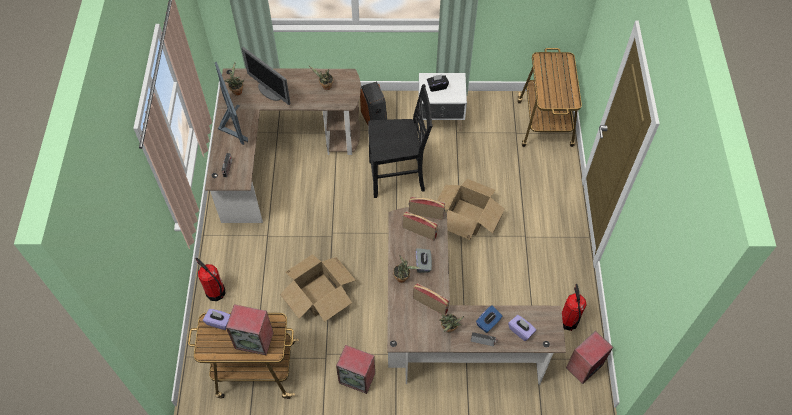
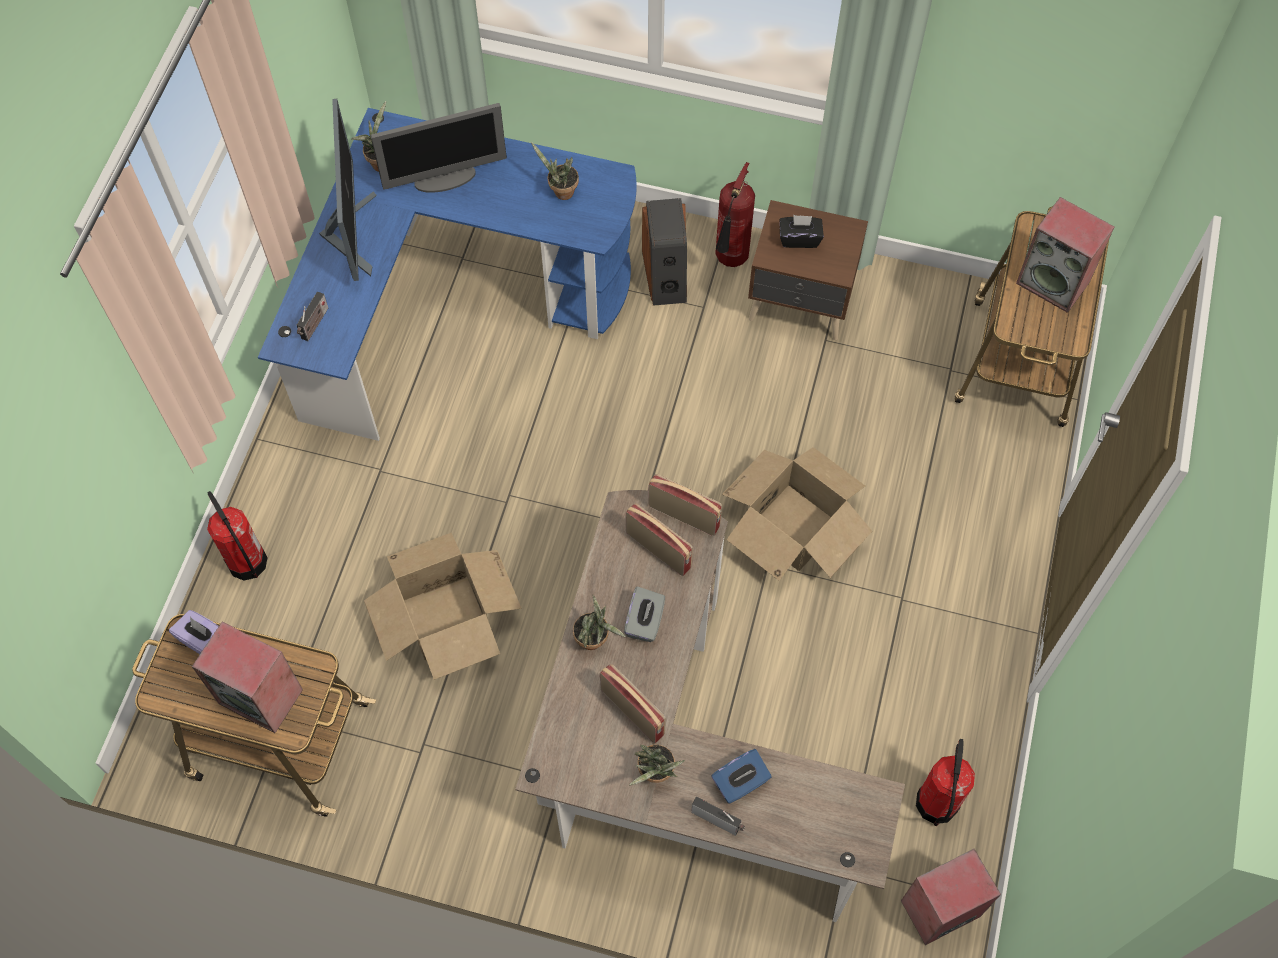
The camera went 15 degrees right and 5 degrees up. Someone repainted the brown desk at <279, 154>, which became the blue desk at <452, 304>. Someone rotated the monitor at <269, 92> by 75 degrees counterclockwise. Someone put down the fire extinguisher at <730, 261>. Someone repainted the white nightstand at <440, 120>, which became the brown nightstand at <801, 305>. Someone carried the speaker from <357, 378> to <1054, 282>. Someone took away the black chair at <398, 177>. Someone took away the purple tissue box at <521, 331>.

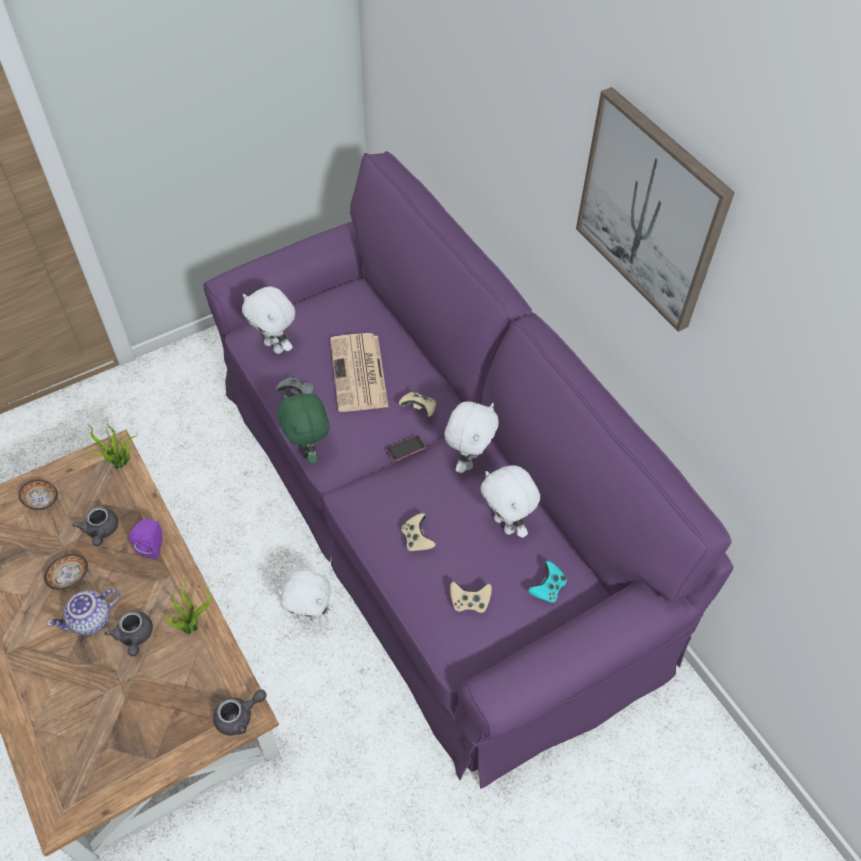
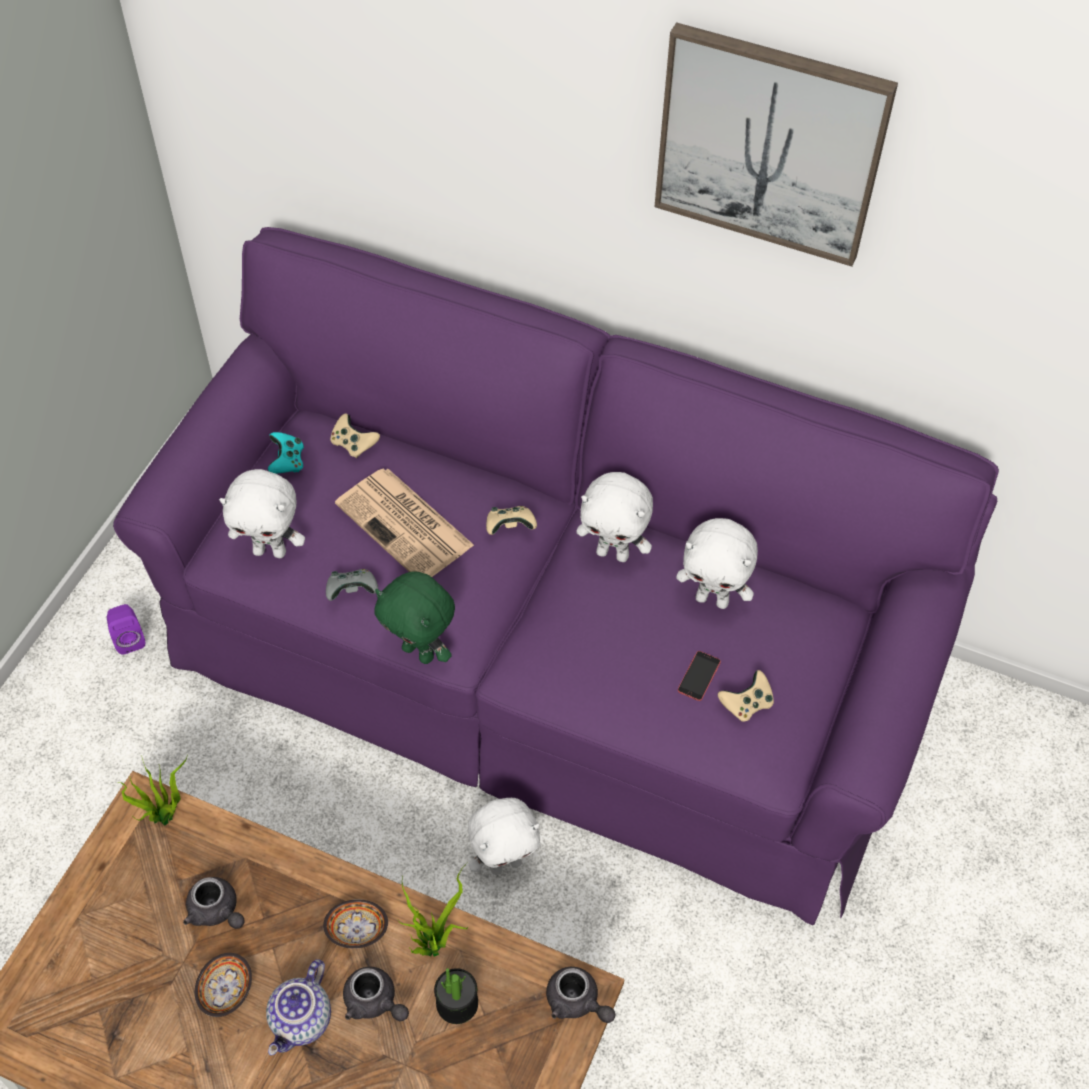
The camera went 35 degrees left and 0 degrees up. Someone carried the purple speaker from <153, 546> to <129, 639>. Someone carried the turquoise game controller from <547, 588> to <287, 462>. Someone carried the bowl from <41, 500> to <357, 930>. Someone carried the beige game controller from <417, 539> to <353, 444>. Someone put down the potted plant at <457, 1003>. Someone rotated the grey teapot at <239, 716> by 105 degrees clockwise. Someone rotated the white plush toy at <468, 460> by 120 degrees clockwise. Someone carried the phone from <406, 448> to <699, 676>.

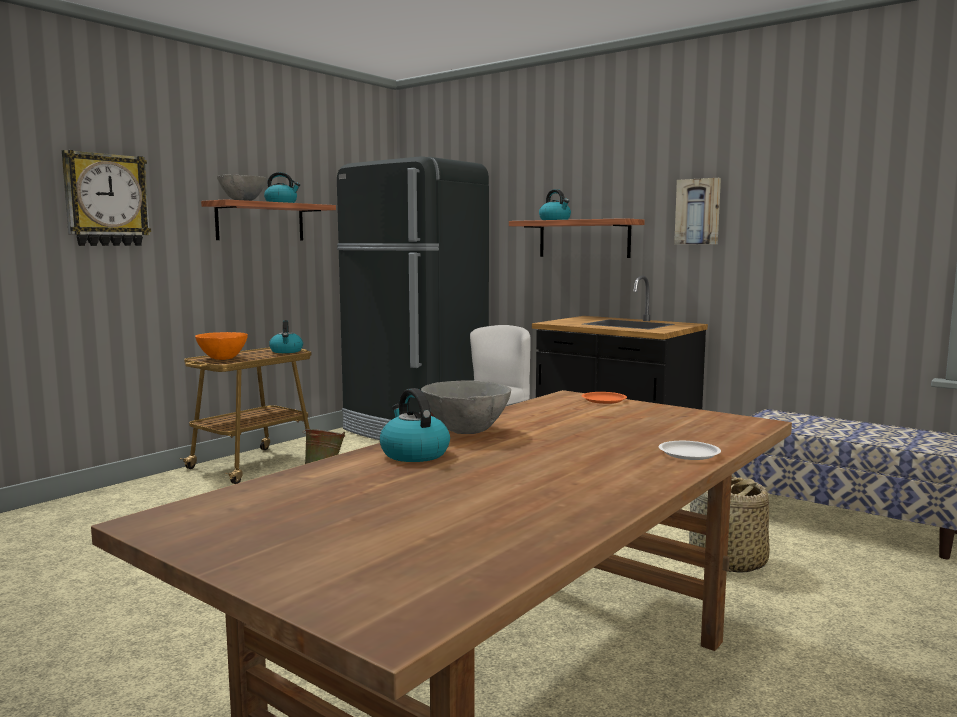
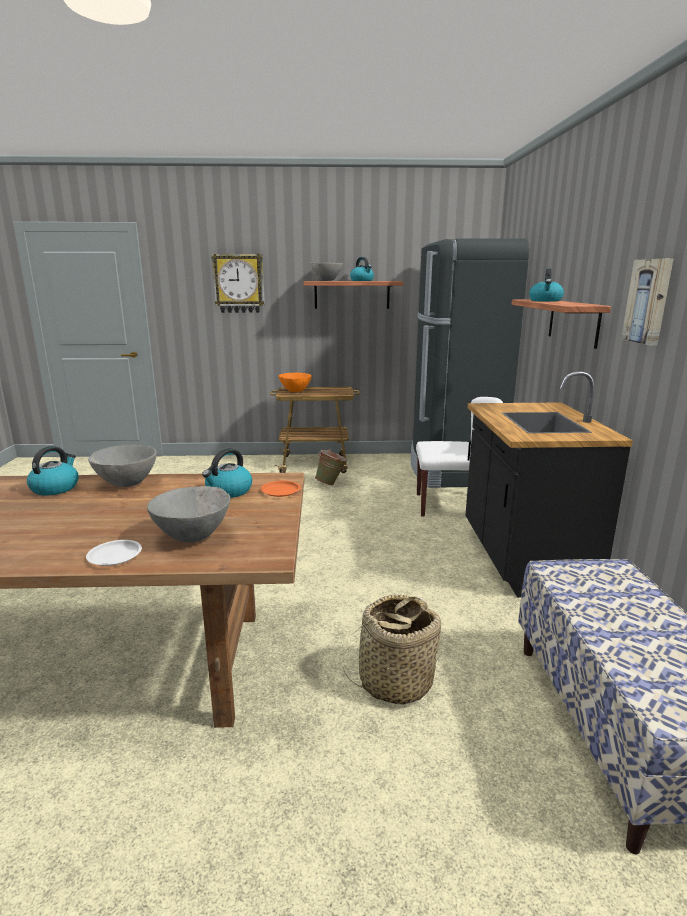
The camera went 50 degrees right and 10 degrees up. Someone put down the grey bowl at <193, 537>. Someone carried the kettle from <286, 351> to <228, 491>.

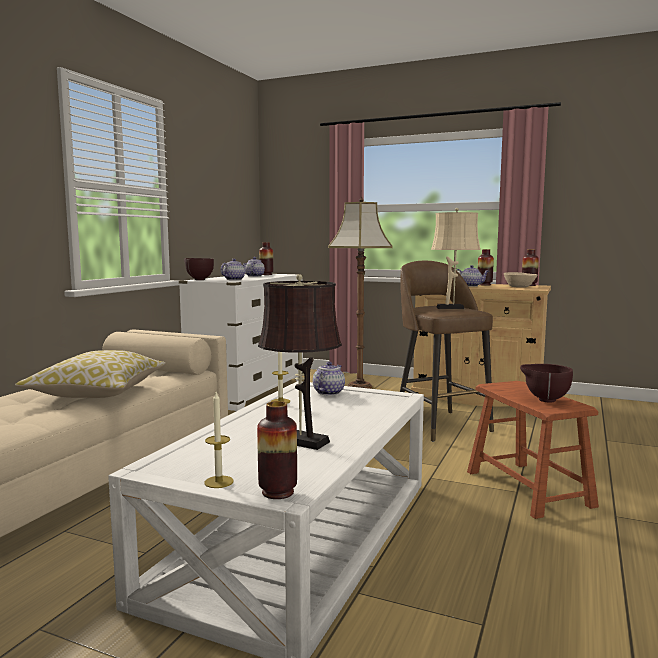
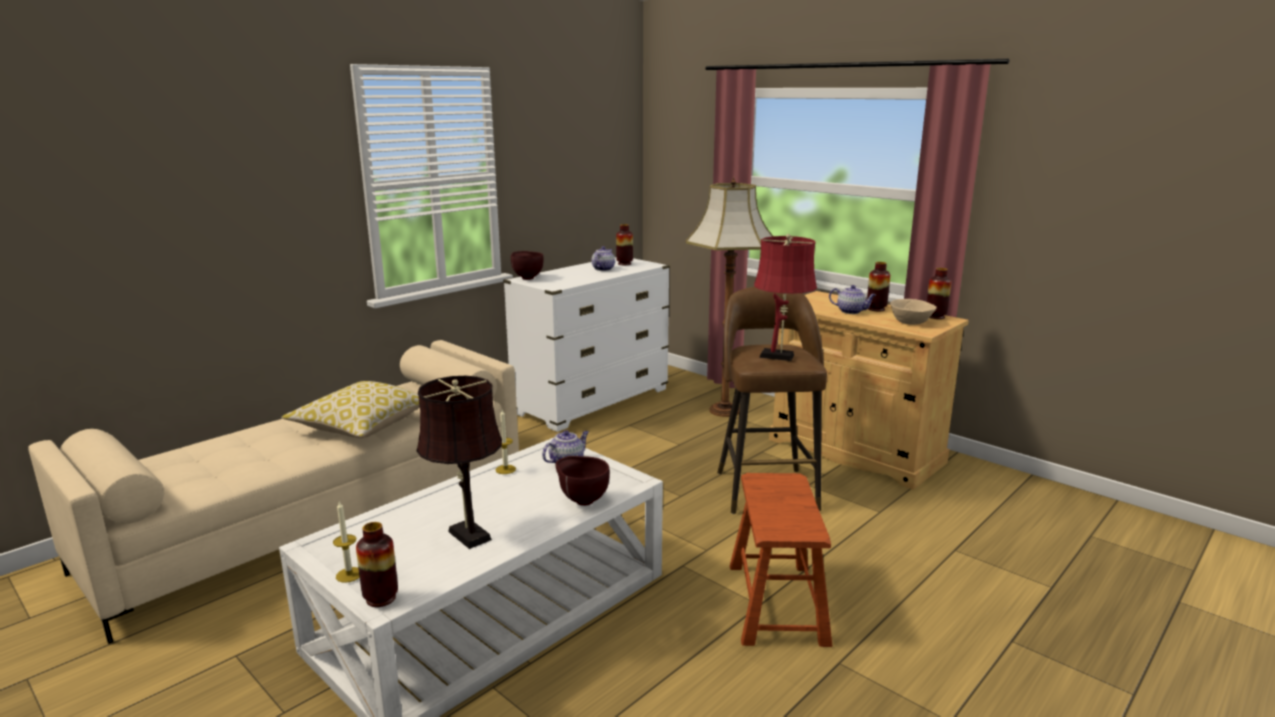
The camera went 20 degrees right and 10 degrees up. Someone carried the brown bowl from <544, 400> to <582, 500>. Someone repainted the beige table lamp at <453, 308>, which became the red table lamp at <780, 357>. Someone took away the teapot at <234, 279>.

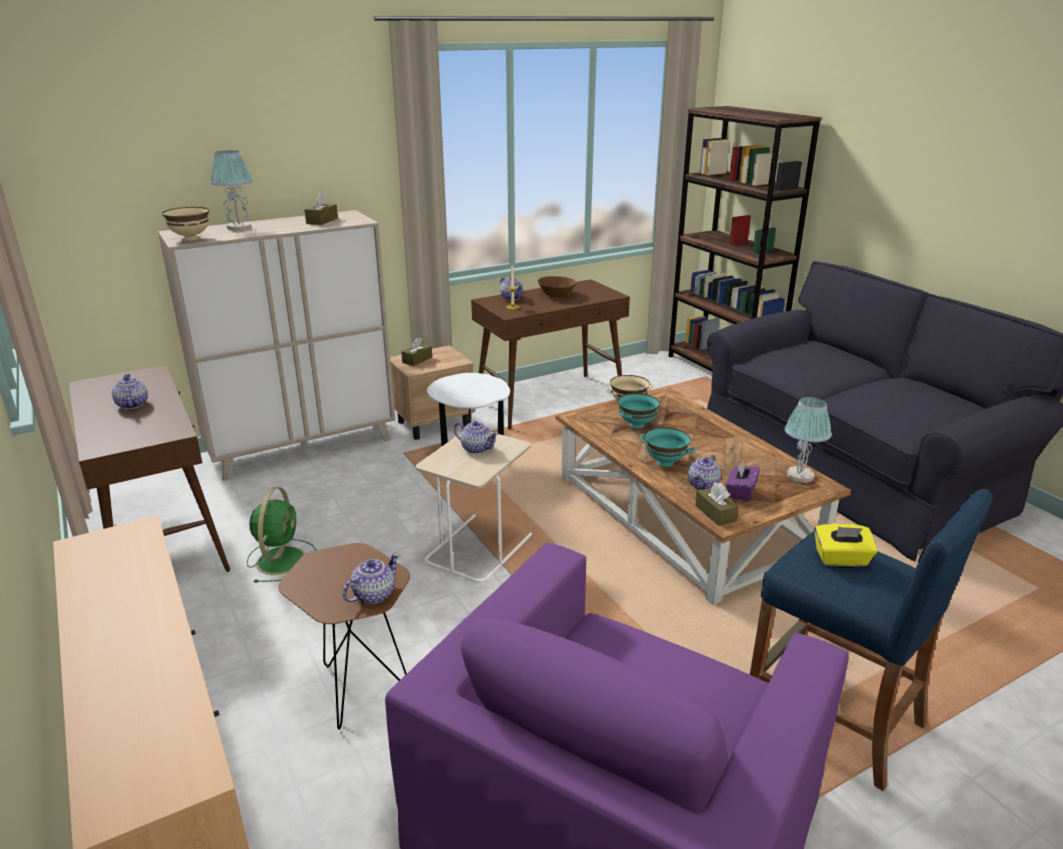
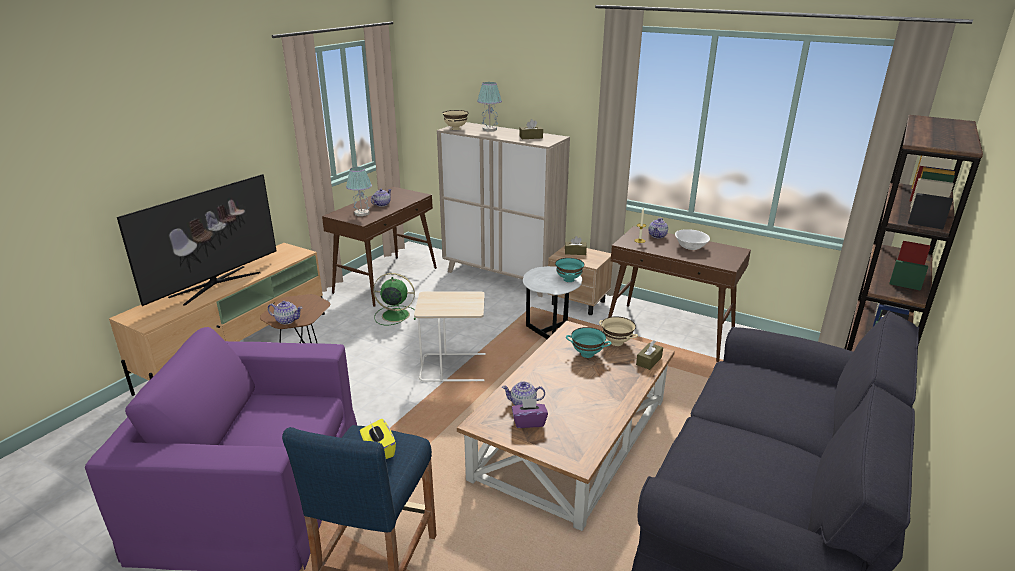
The camera went 60 degrees right and 0 degrees up. Someone put down the television at <215, 284>. Someone carried the table lamp from <800, 476> to <361, 213>. Someone rotated the green fan at <281, 559> by 150 degrees counterclockwise. Someone carried the turquoise bowl from <664, 462> to <568, 279>. Someone carried the brown tissue box from <715, 513> to <649, 361>. Someone repainted the brown bowl at <556, 295>, which became the white bowl at <690, 247>. Someone took away the teapot at <476, 448>.

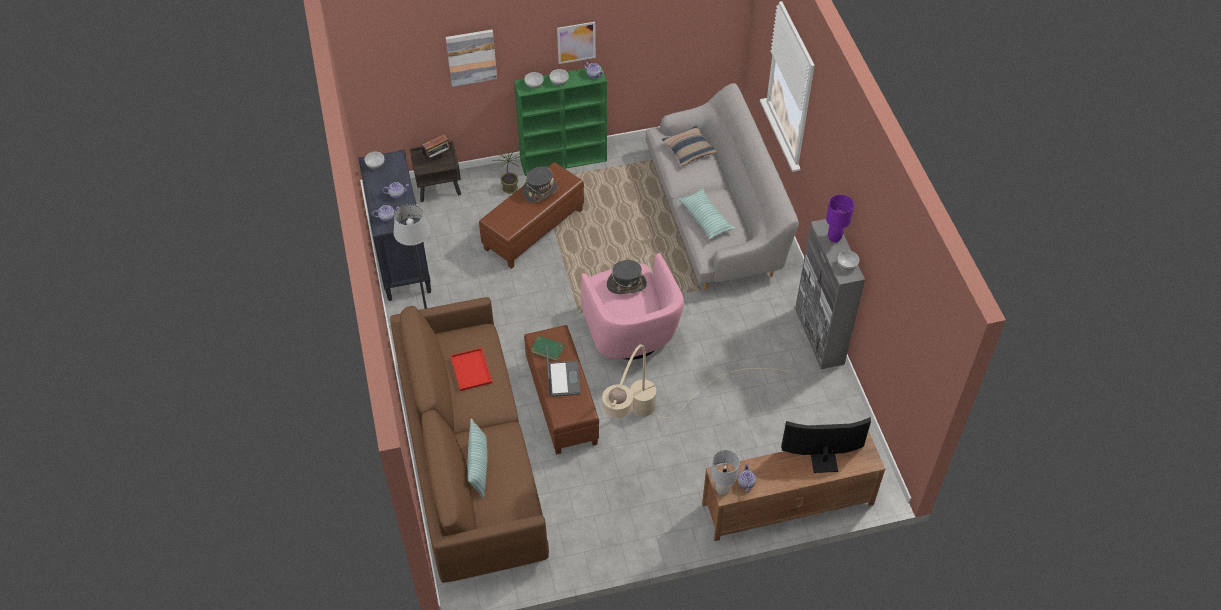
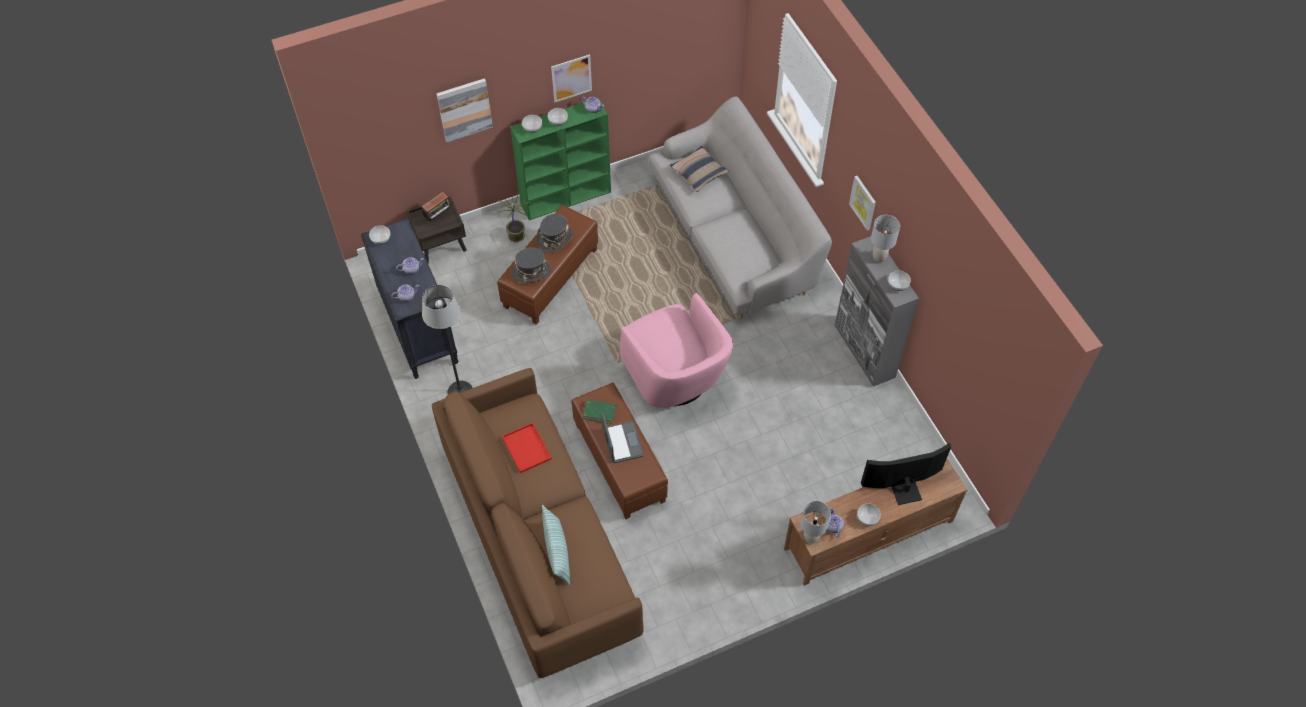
The camera went 10 degrees left and 5 degrees up. Someone carried the grey hat from <626, 284> to <531, 272>. Someone put up the picture at <863, 202>. Someone put down the bowl at <868, 518>. Someone repainted the purple table lamp at <834, 237>, which became the grey table lamp at <879, 257>. Someone took away the beige floor lamp at <649, 434>. Someone took away the pillow at <705, 218>.

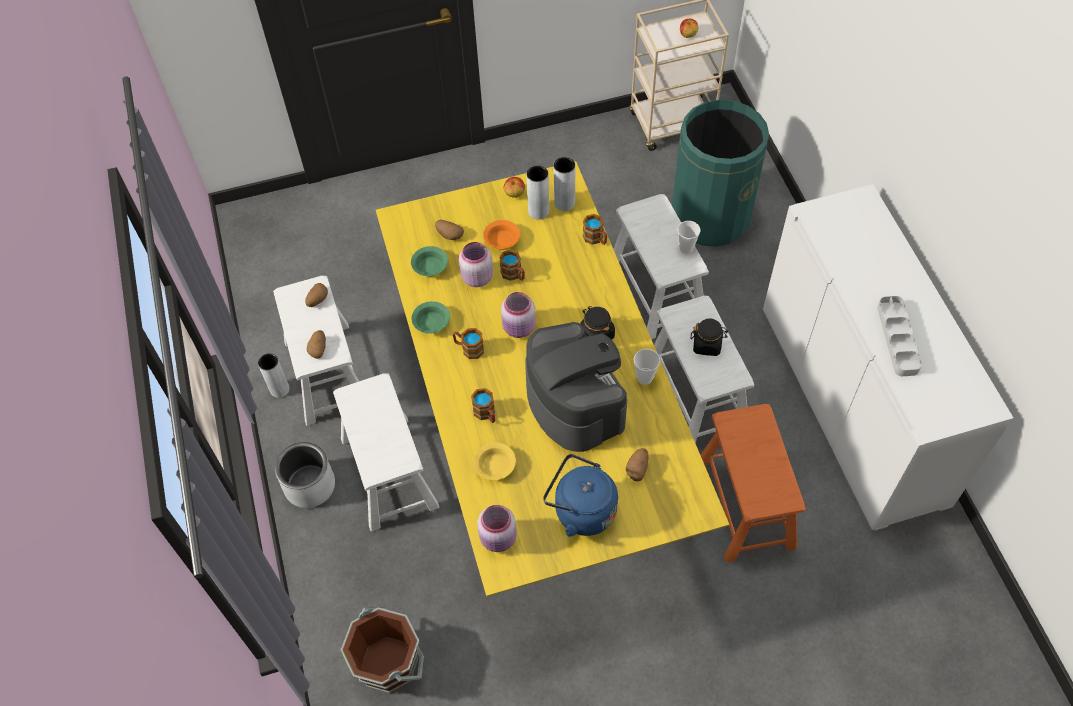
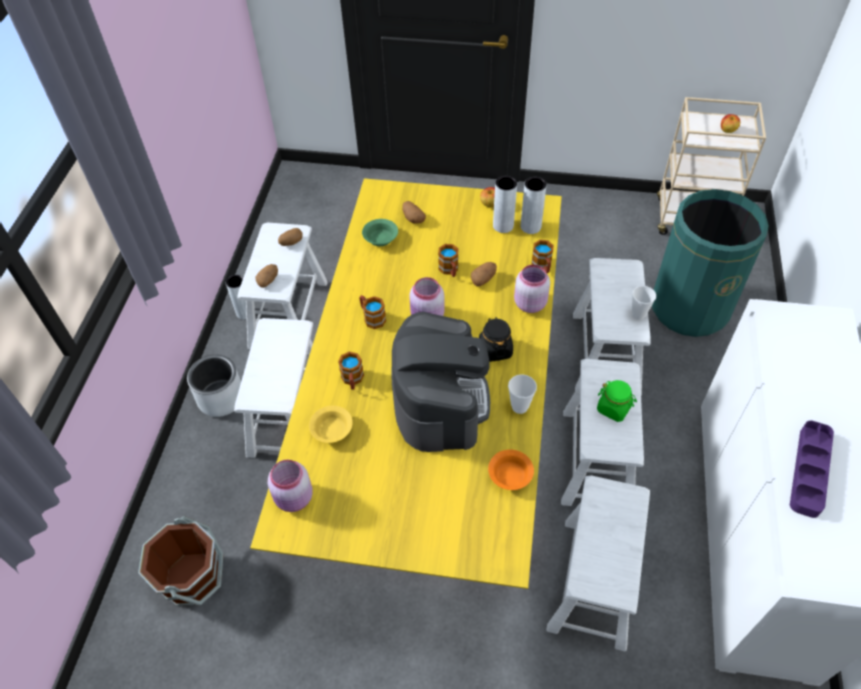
The camera went 25 degrees right and 5 degrees down. Someone carried the potato from <637, 468> to <483, 279>. Someone carried the orange bowl from <502, 240> to <511, 475>. Someone carried the pink jar from <476, 277> to <529, 303>. Someone repainted the orange stool at <745, 503>, which became the white stool at <594, 582>. Someone repainted the black jar at <707, 345>, which became the green jar at <614, 408>. Someone repainted the grey tray at <897, 338>, which became the purple tray at <809, 470>. Someone took away the green bowl at <432, 324>. Someone took away the blue kettle at <581, 510>.

